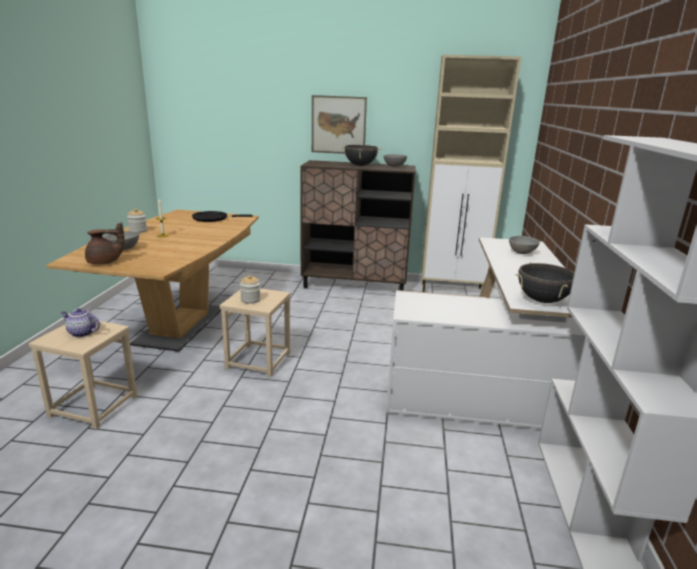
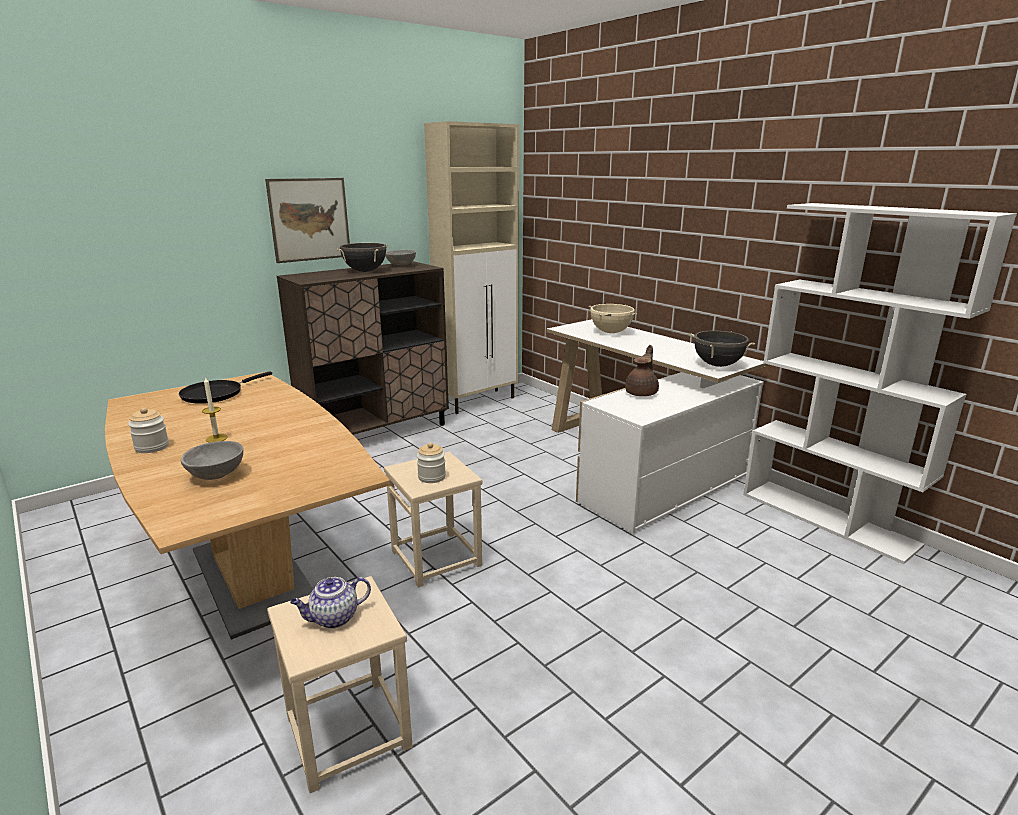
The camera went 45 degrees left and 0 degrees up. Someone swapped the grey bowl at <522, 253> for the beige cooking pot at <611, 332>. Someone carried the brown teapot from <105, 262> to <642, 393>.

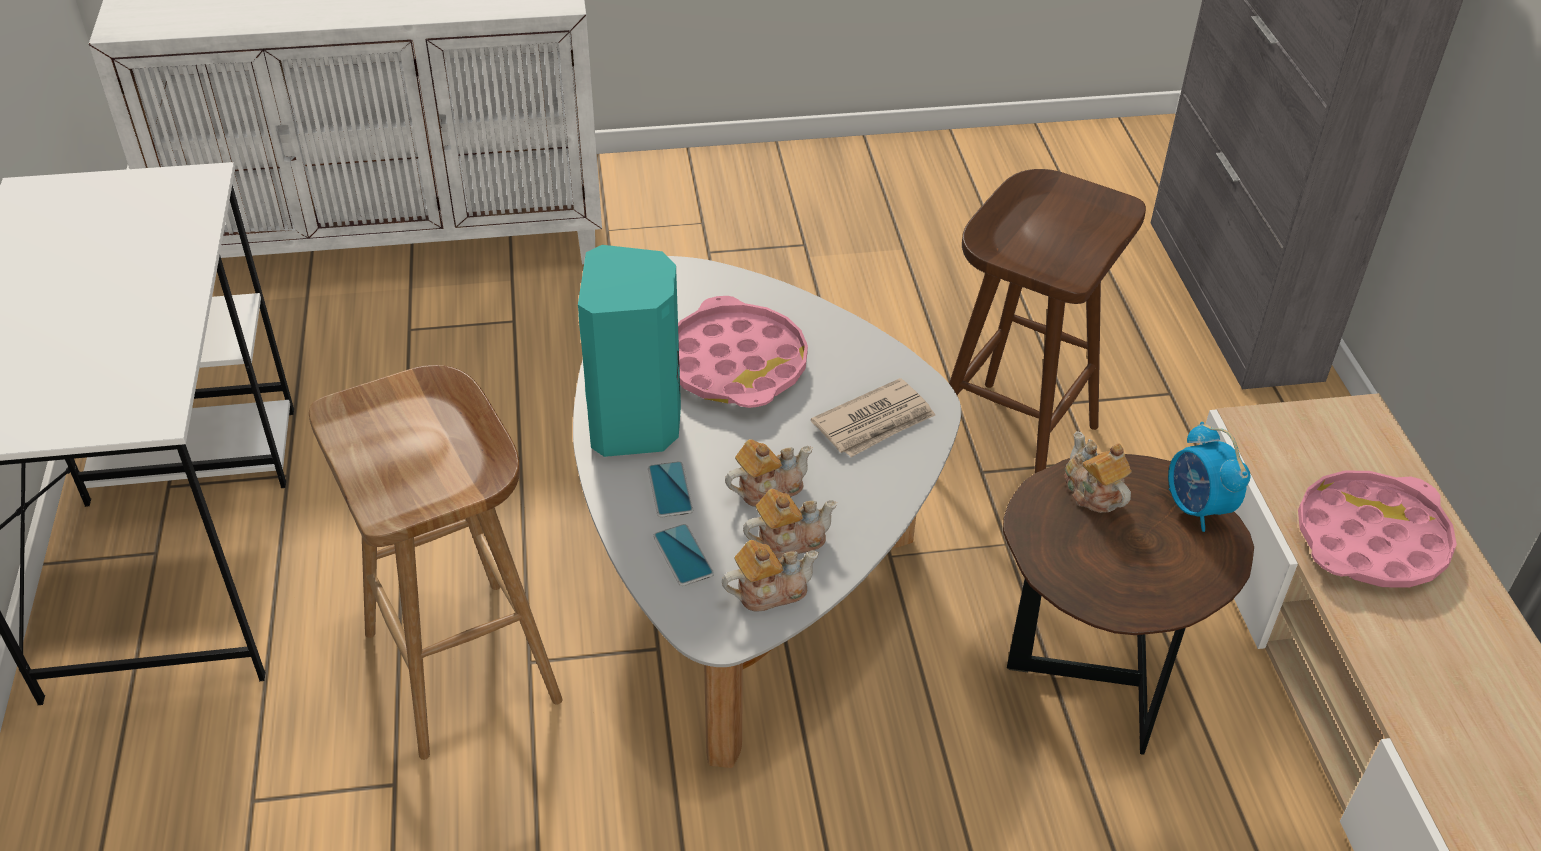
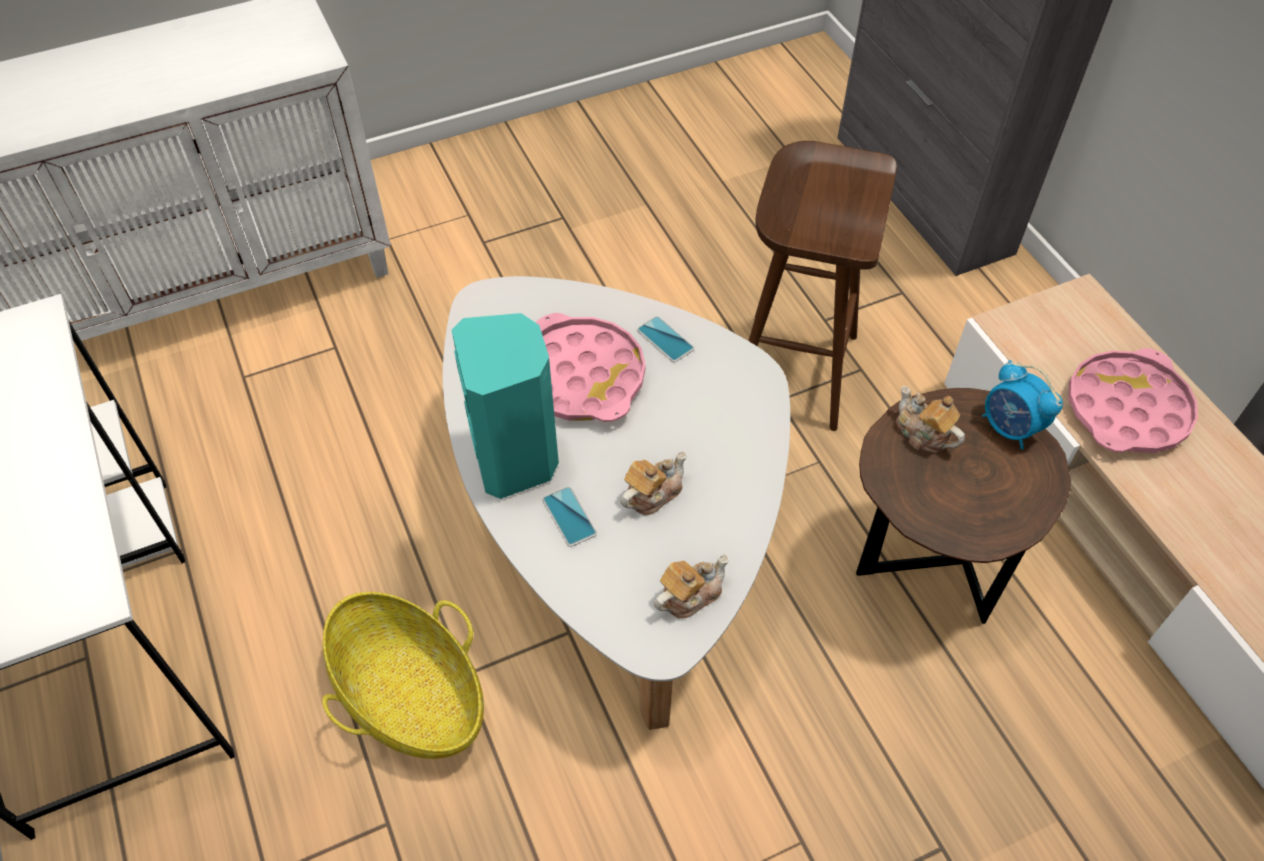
The camera went 15 degrees left and 10 degrees up. Someone swapped the brown stool at <465, 668> for the basket at <410, 695>. Someone carried the phone from <683, 555> to <665, 340>. Someone took away the teapot at <789, 539>. Someone took away the newspaper at <875, 422>.

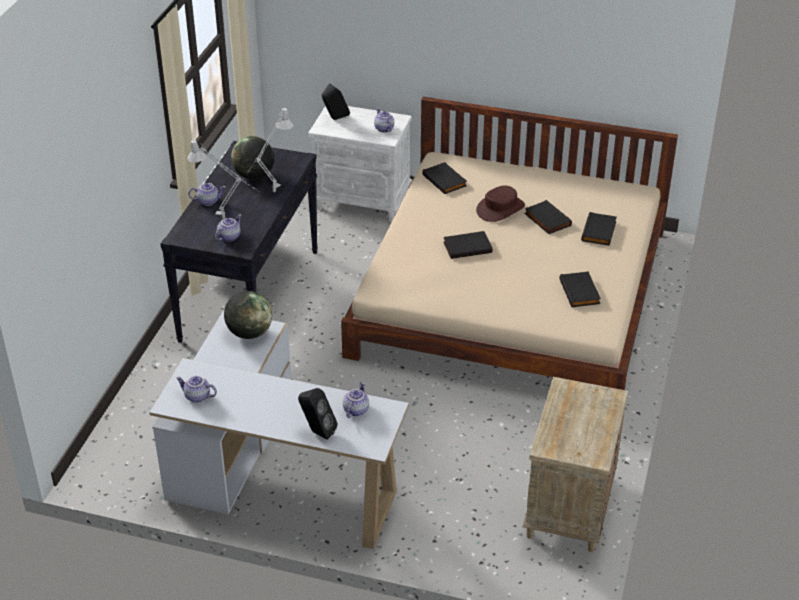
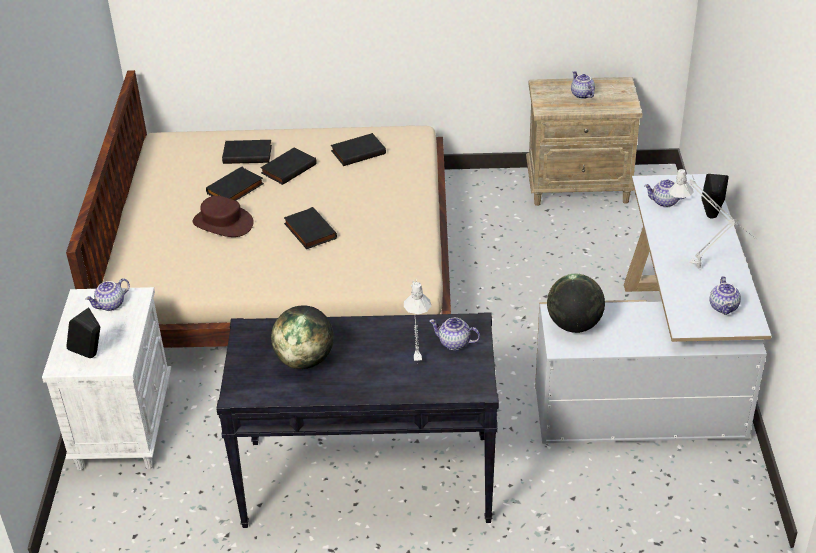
The camera went 105 degrees left and 0 degrees up. Someone carried the black book from <445, 180> to <288, 168>. Someone carried the teapot from <208, 201> to <581, 95>. Someone carried the grey table lamp from <271, 194> to <704, 270>.

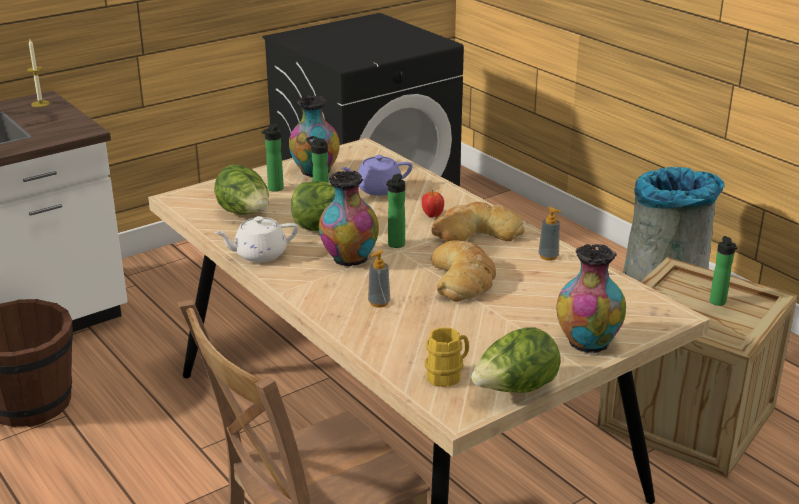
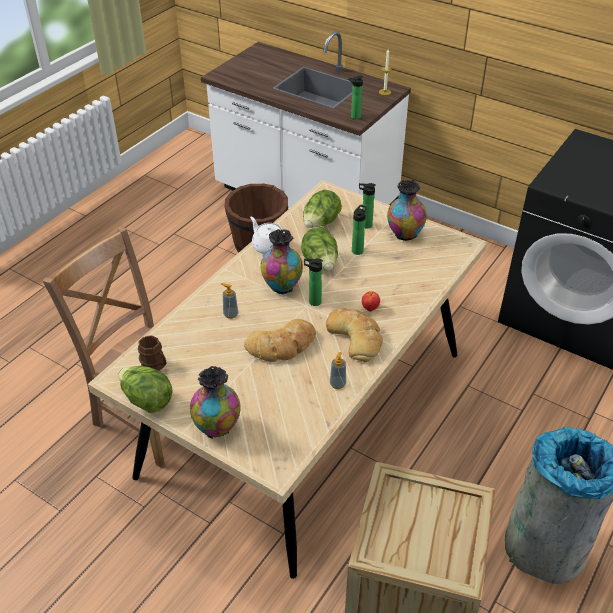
The camera went 70 degrees right and 15 degrees up. Someone repainted the yellow mug at <448, 374>, which became the brown mug at <155, 366>. Someone carried the bottle from <718, 303> to <354, 117>. Someone took away the purple teapot at <377, 189>.

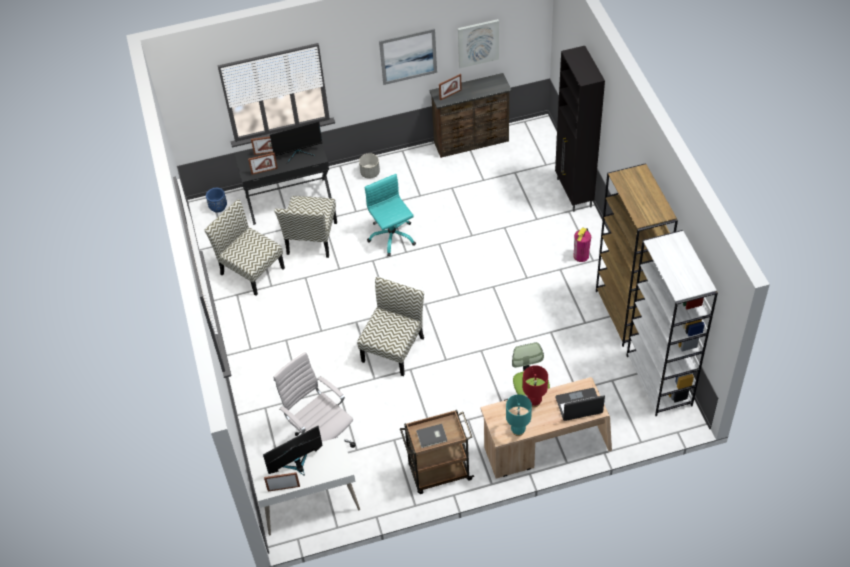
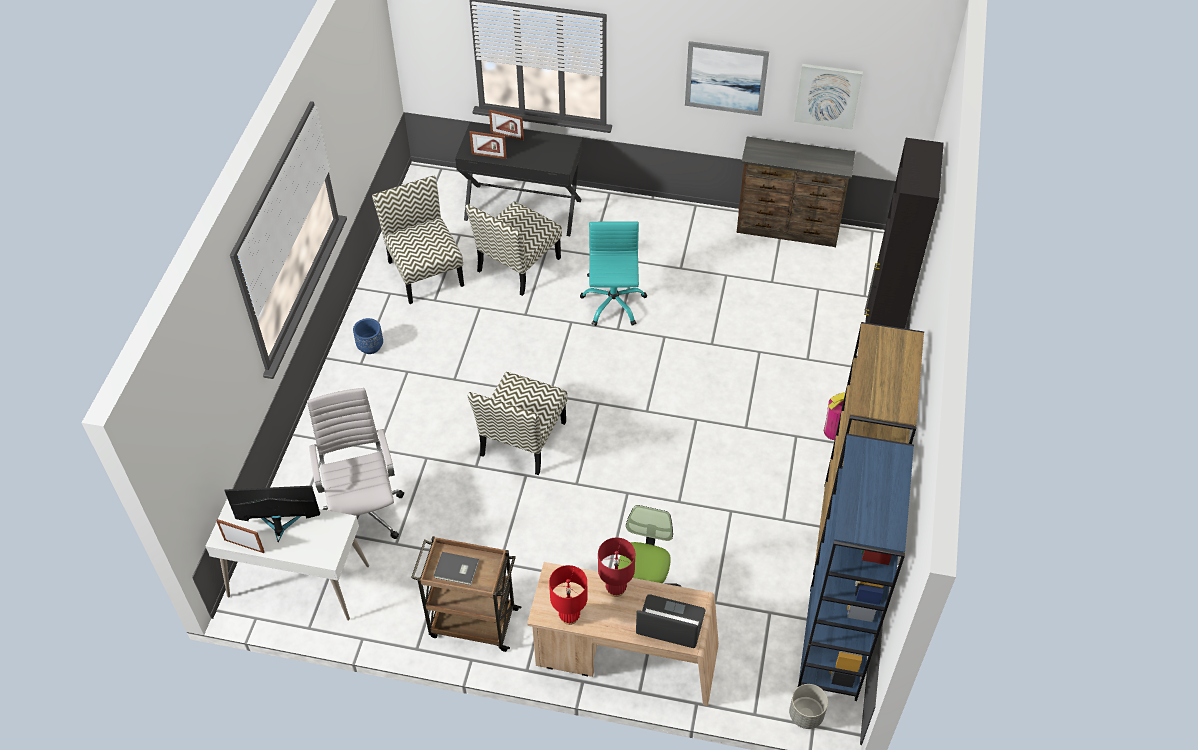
The camera went 25 degrees right and 0 degrees up. Someone carried the blue planter from <218, 207> to <370, 347>. Someone rotated the chair at <393, 348> by 150 degrees clockwise. Someone repainted the turquoise table lamp at <518, 431>, which became the red table lamp at <569, 617>. Someone carried the grey planter from <370, 173> to <806, 714>. Someone repainted the white bookcase at <659, 381>, which became the blue bookcase at <833, 644>. Someone took away the monitor at <298, 153>. Someone took away the picture frame at <450, 95>.

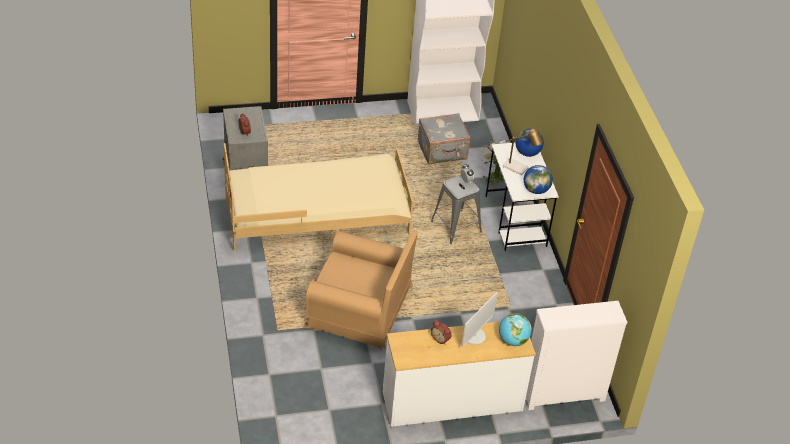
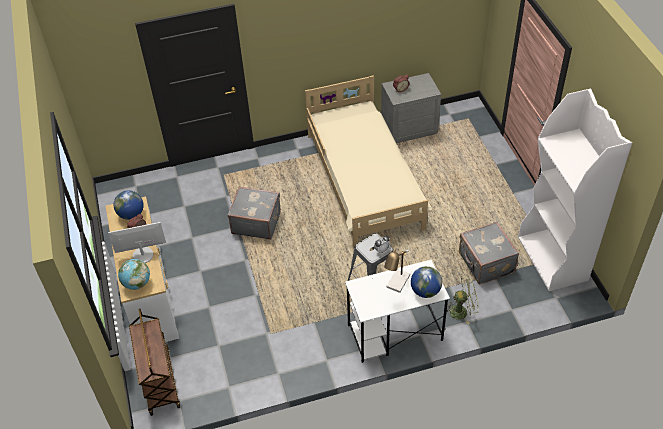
The camera went 90 degrees right and 5 degrees up. Someone rotated the monitor at <474, 336> by 135 degrees clockwise. Someone carried the globe from <536, 190> to <131, 214>. Someone swapped the white dresser at <562, 395> for the brown cart at <159, 381>. Someone swapped the brown armchair at <360, 306> for the grey suitcase at <256, 222>.

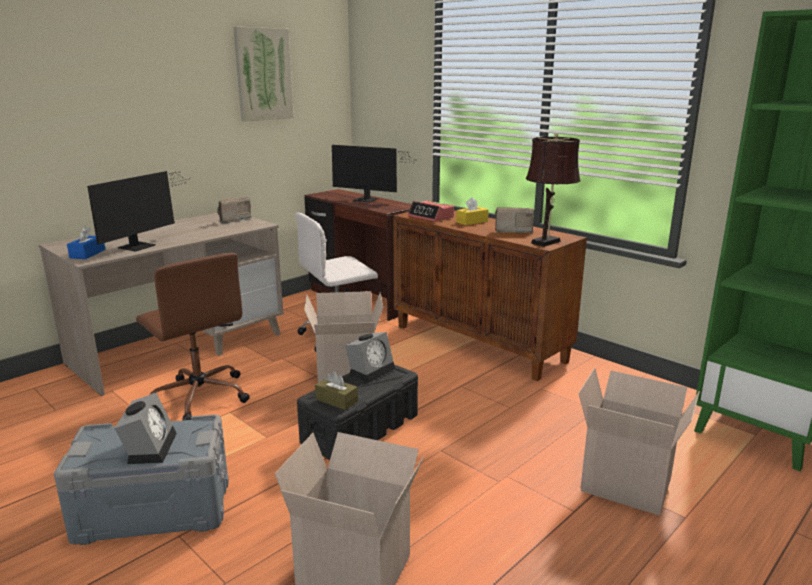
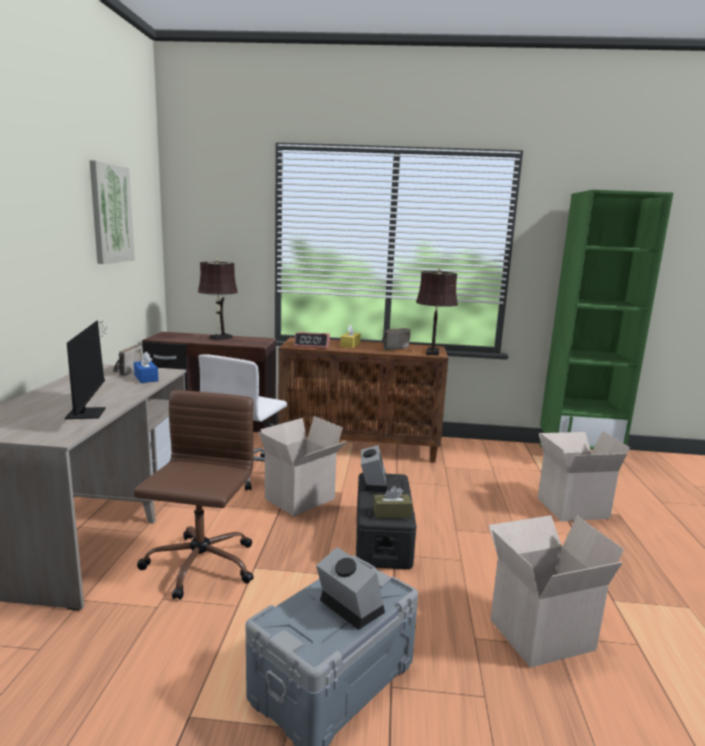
The camera went 40 degrees left and 5 degrees down. Someone carried the blue tissue box from <87, 254> to <146, 378>. Someone rotated the brown office chair at <199, 396> by 90 degrees counterclockwise. Someone swapped the monitor at <368, 200> for the brown table lamp at <219, 338>.

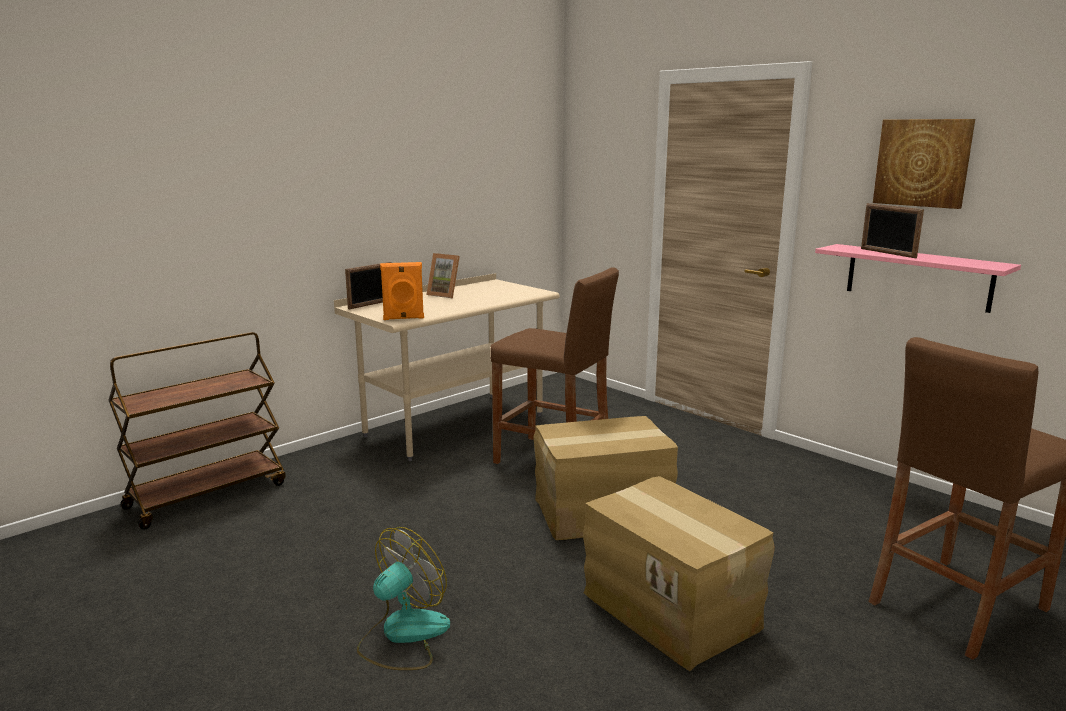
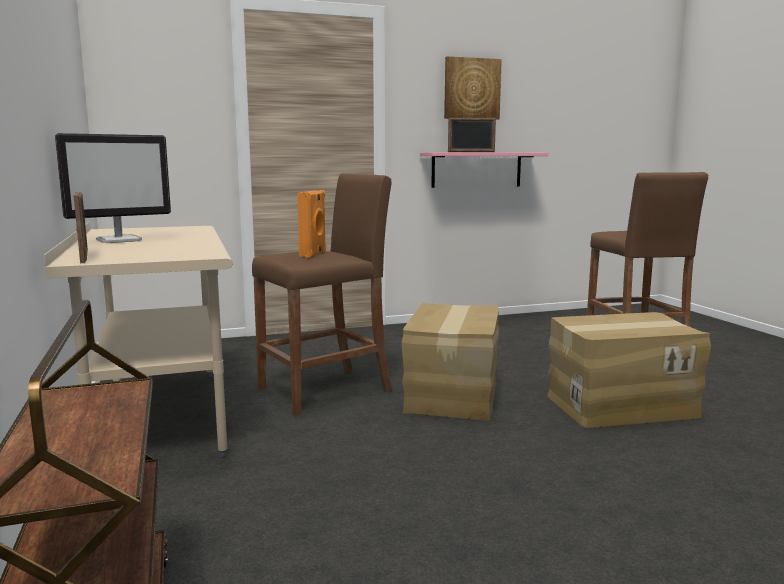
The camera went 65 degrees left and 5 degrees down. Someone swapped the picture frame at <445, 295> for the monitor at <120, 240>. Someone carried the orange speaker from <403, 318> to <314, 254>. Someone took away the fan at <403, 635>.

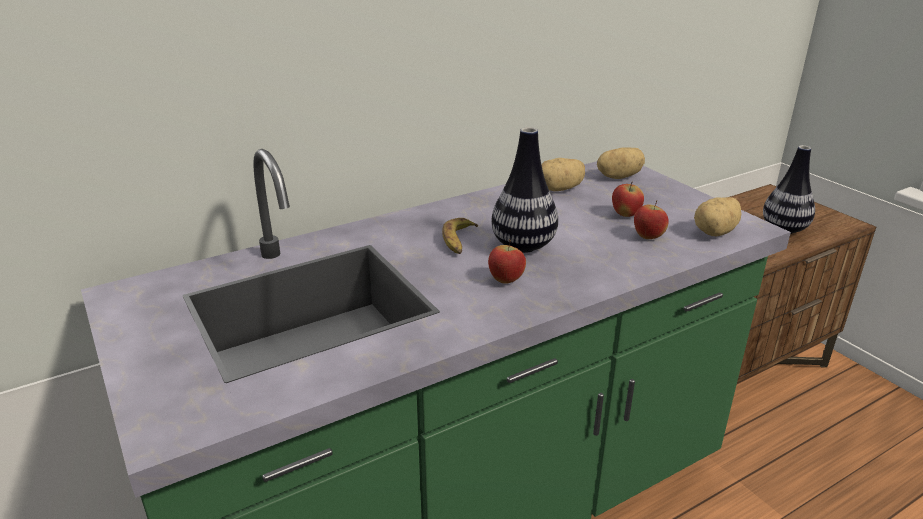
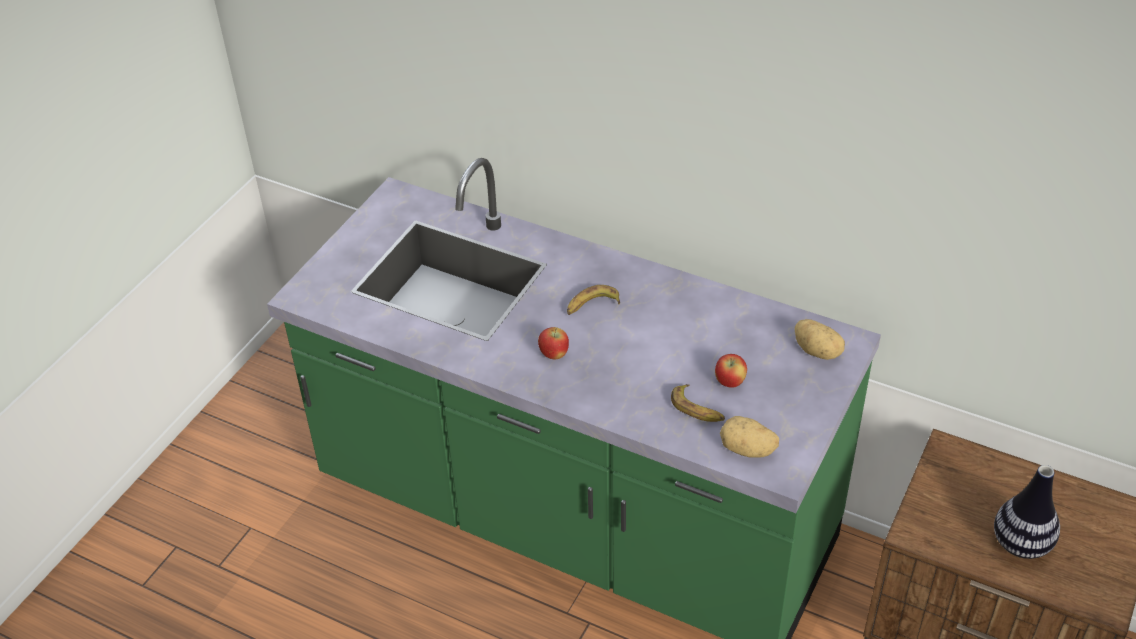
The camera went 60 degrees right and 15 degrees up. Someone swapped the apple at <648, 237> for the banana at <697, 409>. Someone took away the vase at <523, 246>. Someone took away the potato at <560, 189>.

